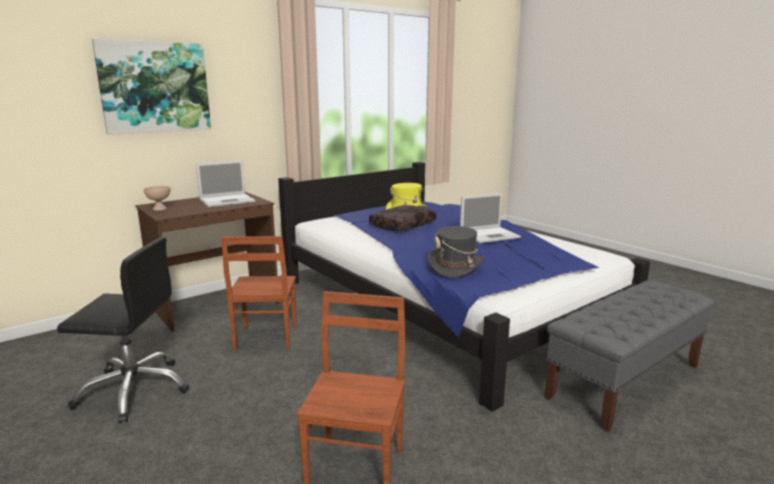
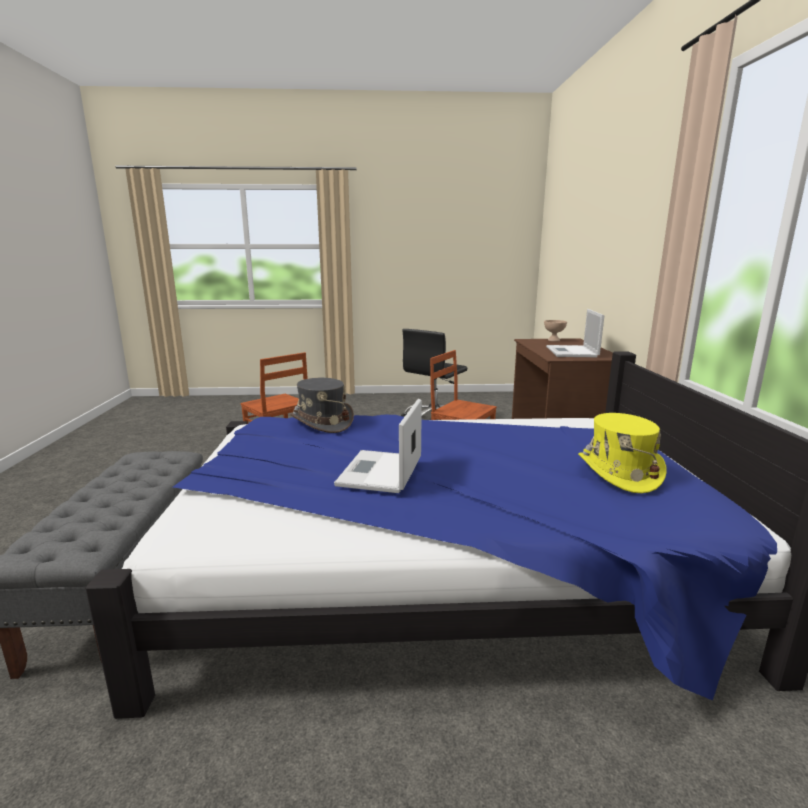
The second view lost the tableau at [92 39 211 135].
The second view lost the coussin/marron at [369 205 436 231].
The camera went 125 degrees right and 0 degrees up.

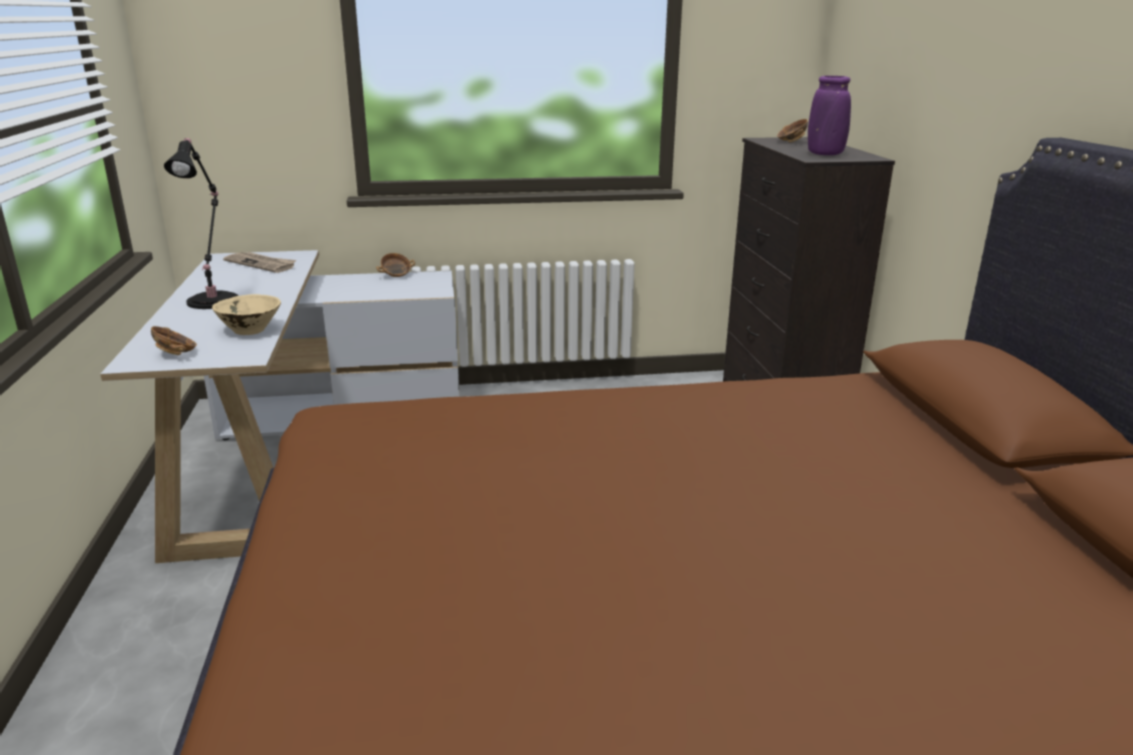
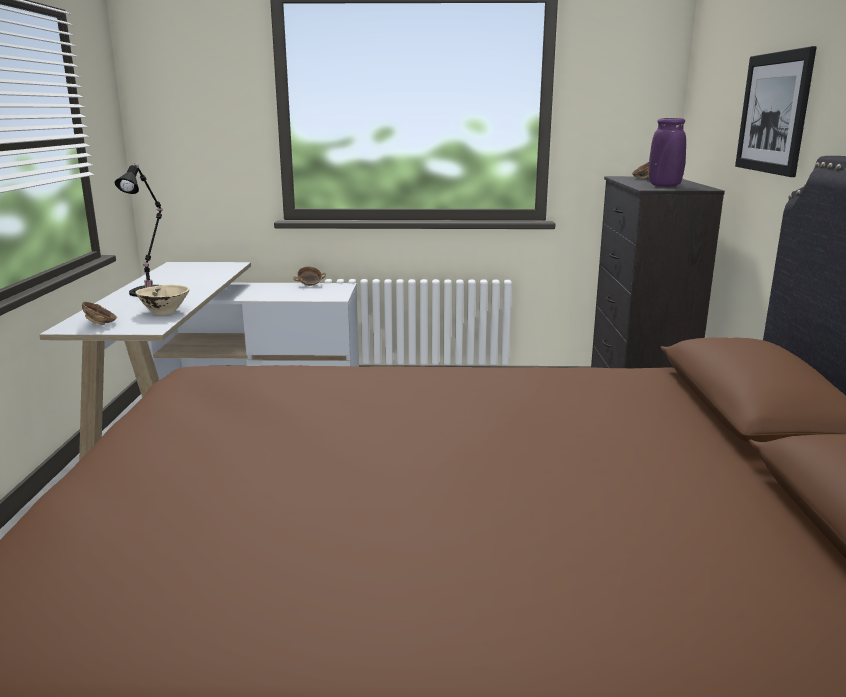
The second view gained the tableau at [735 46 817 177].
The second view lost the journal at [223 252 297 273].
The camera went 10 degrees right and 5 degrees down.

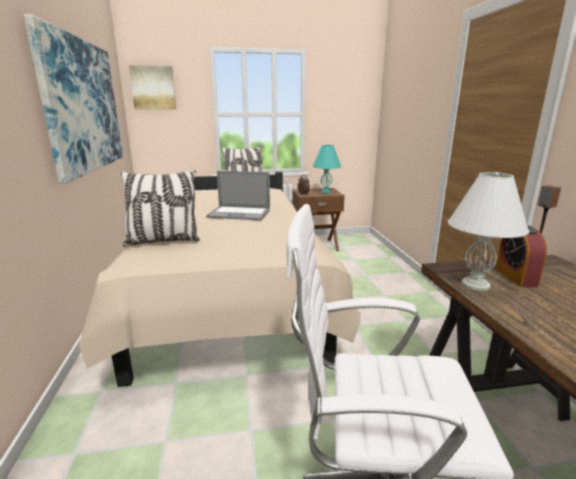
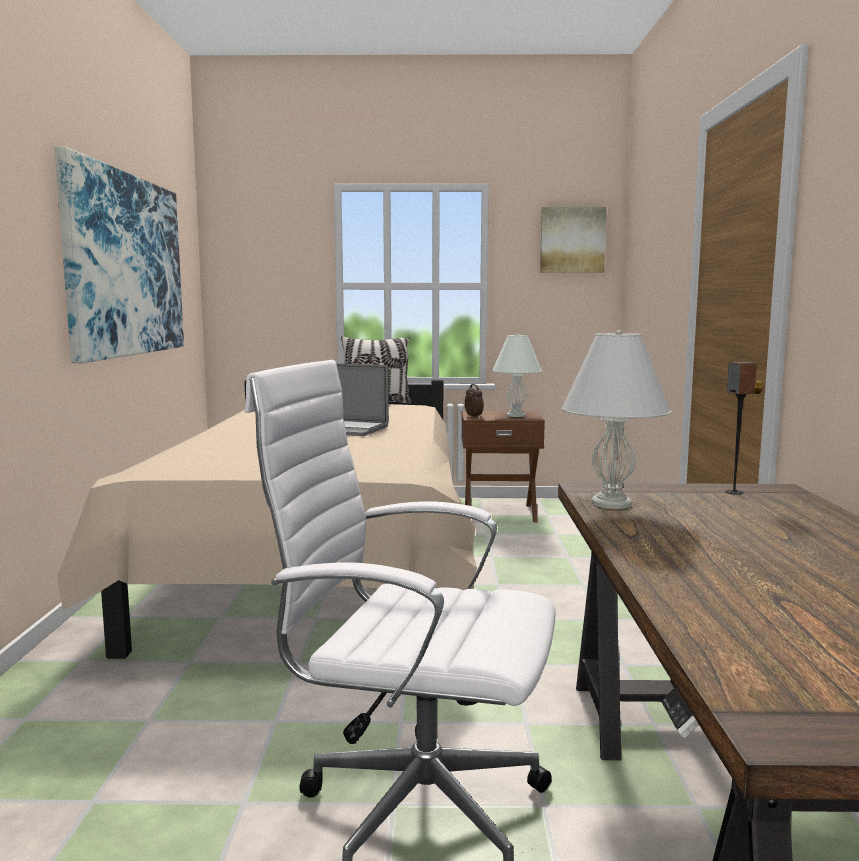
What was the lampe de table/turquoise at [313 144 341 193] turned into the lampe de table/blanc at [492 334 542 417].
The tableau ended up elsewhere, having gone from [129 65 176 110] to [540 207 607 273].
The second view lost the coussin at [121 171 200 247].
The second view lost the réveil at [496 225 547 287].
The camera went 10 degrees right and 10 degrees down.

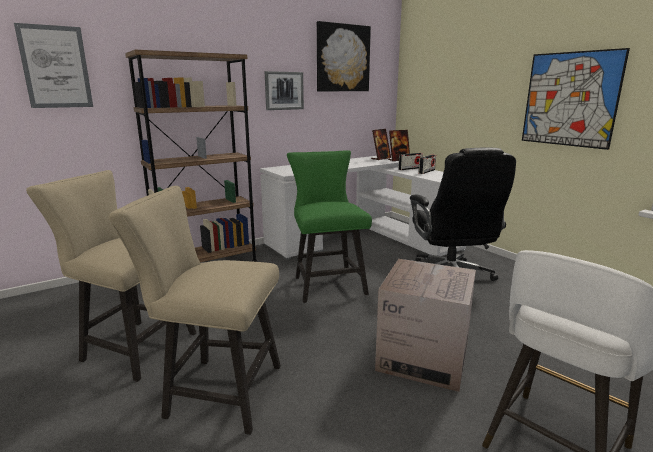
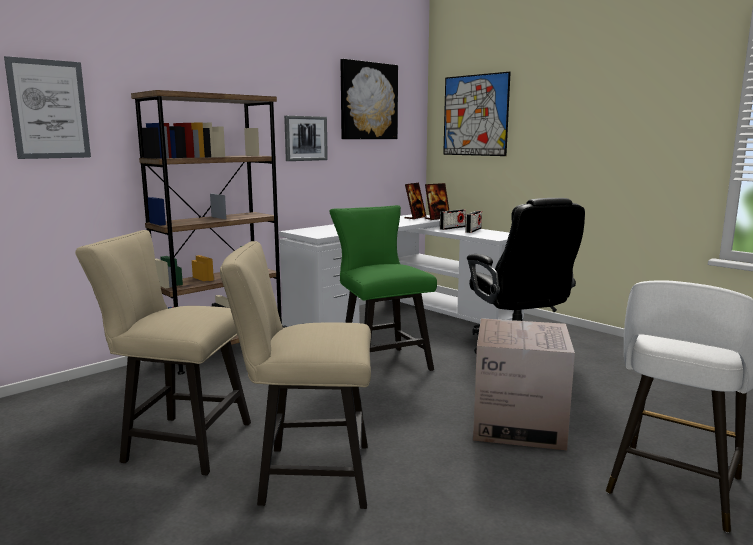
The tableau ended up elsewhere, having gone from [522 48 630 150] to [443 72 511 156].
The camera went 10 degrees left and 5 degrees down.

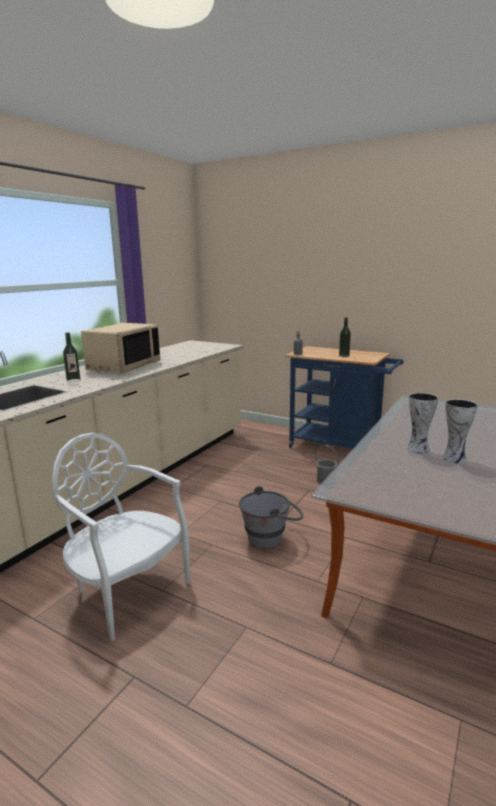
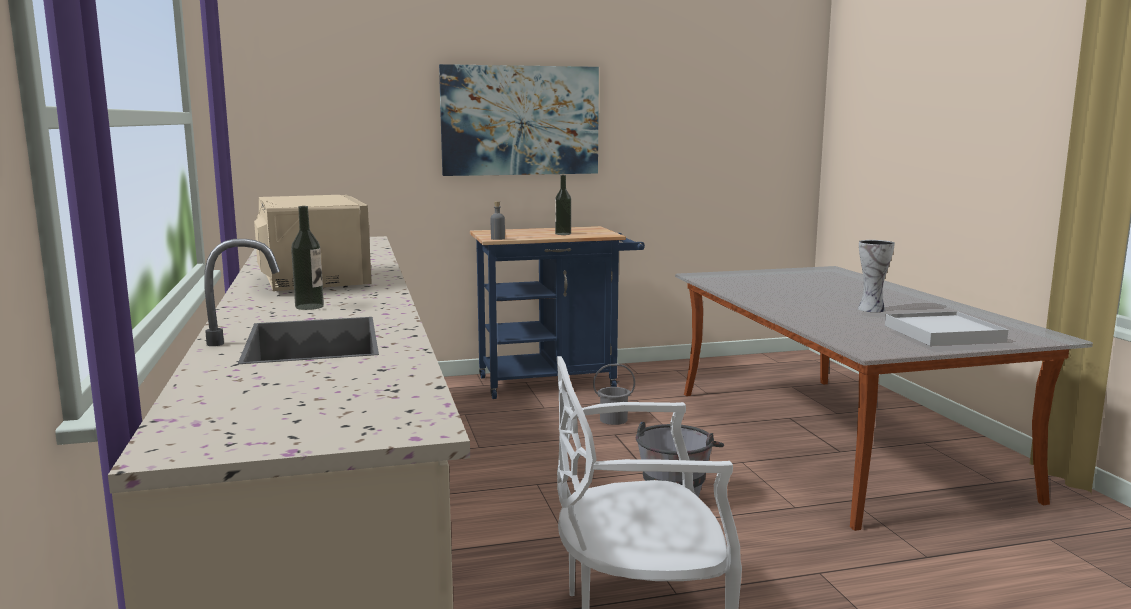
The second view gained the tableau at [439 64 599 176].
The second view gained the plateau/blanc at [885 311 1008 346].
The second view lost the vase at [407 393 439 454].
The camera went 45 degrees left and 5 degrees down.

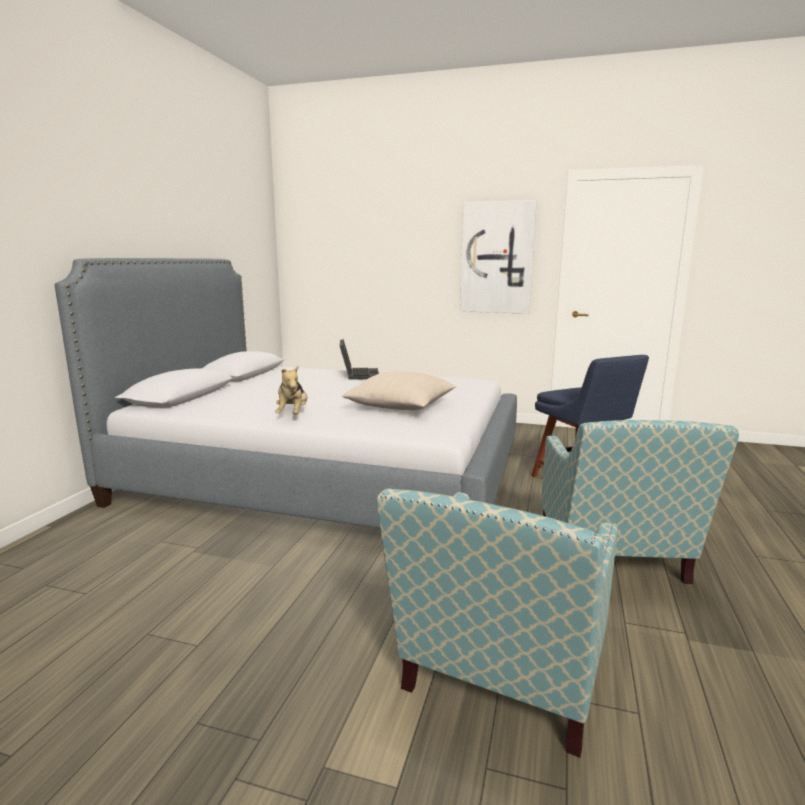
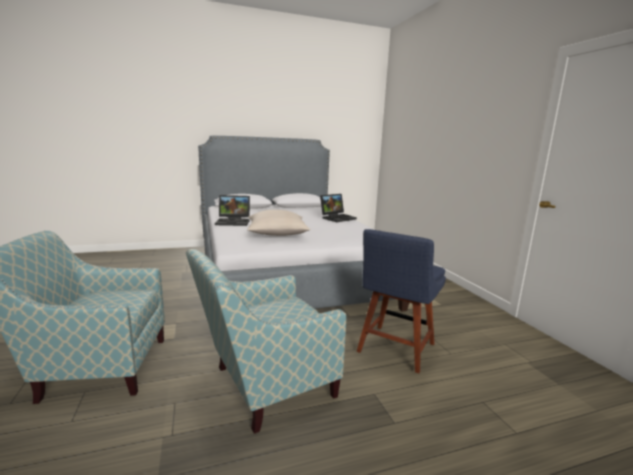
Where the peluche stood at [275 365 307 414], the ordinateur portable came to stand at [215 195 250 226].
The second view lost the tableau at [460 200 537 314].
The camera went 55 degrees right and 0 degrees up.

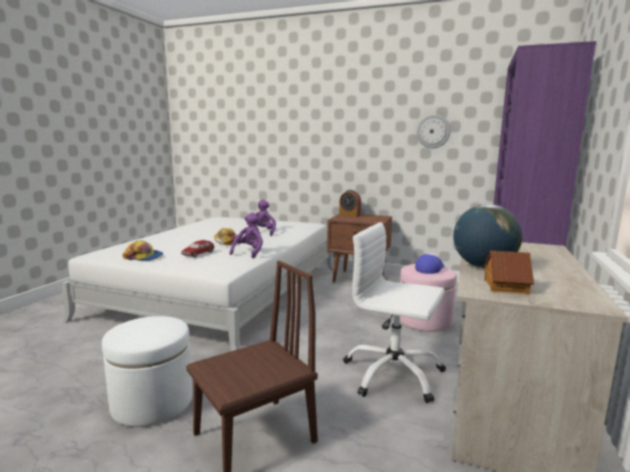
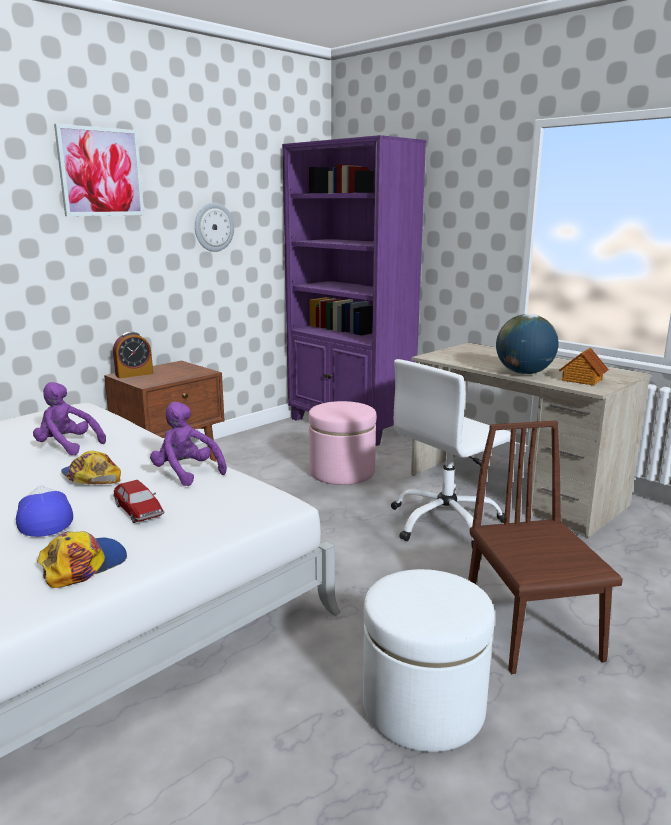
The casquette ended up elsewhere, having gone from [415 253 445 274] to [16 485 73 537].
The second view gained the tableau at [54 124 144 216].
The camera went 65 degrees left and 5 degrees up.

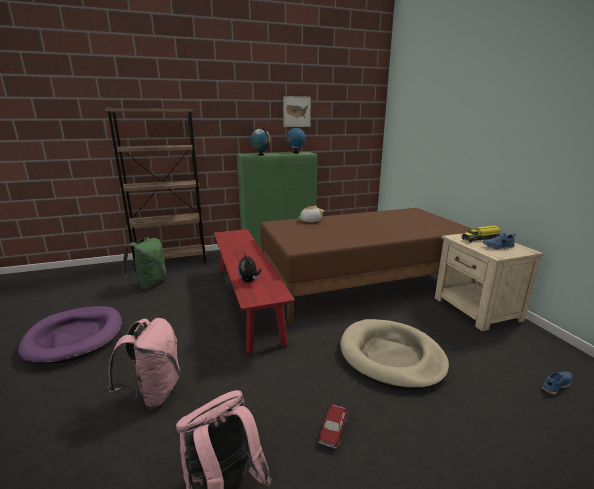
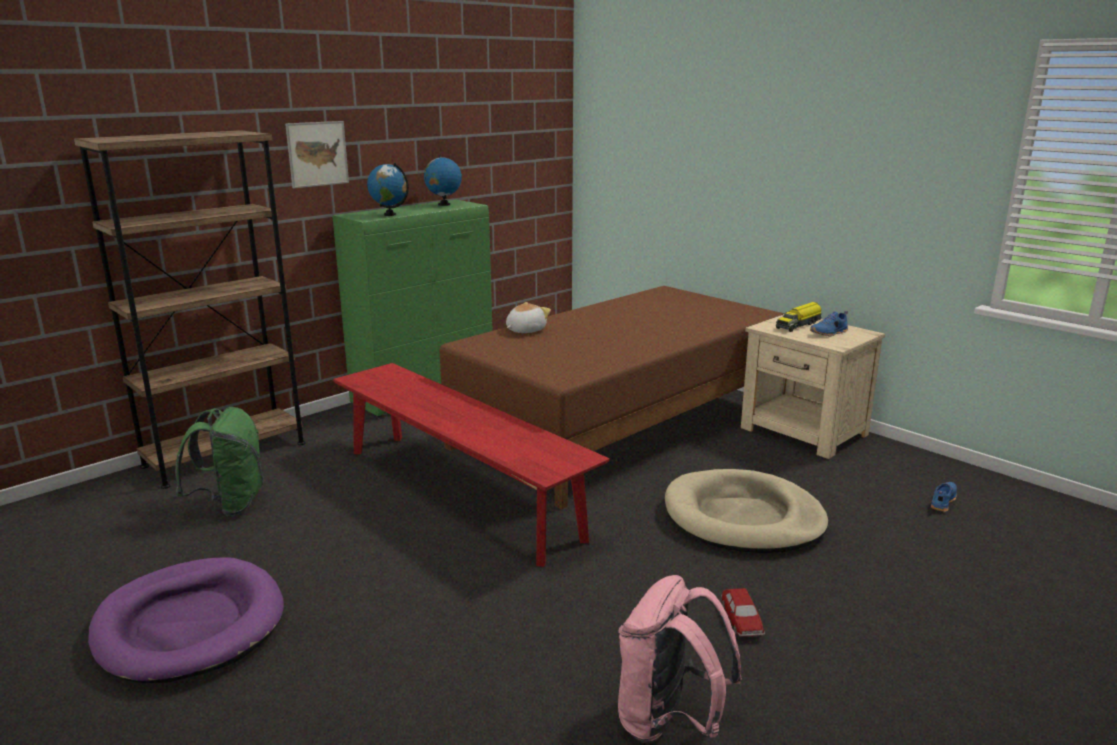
The tableau ended up elsewhere, having gone from [283 96 311 127] to [285 121 349 188].
The second view lost the sac à dos/rose at [108 318 181 409].
The second view lost the peluche at [238 252 261 283].
The camera went 25 degrees left and 0 degrees up.

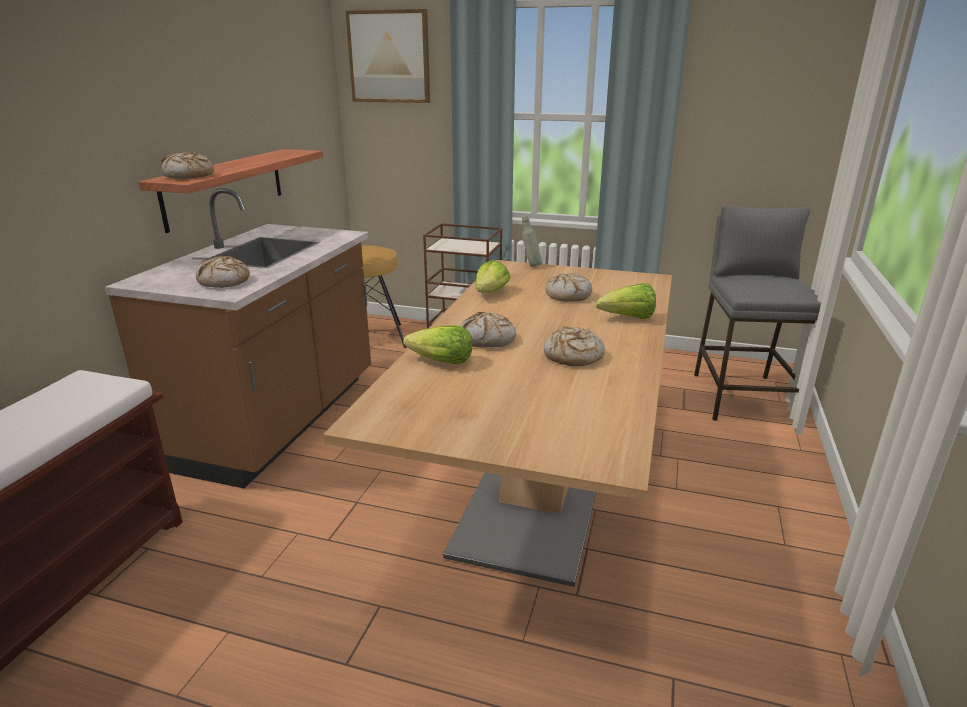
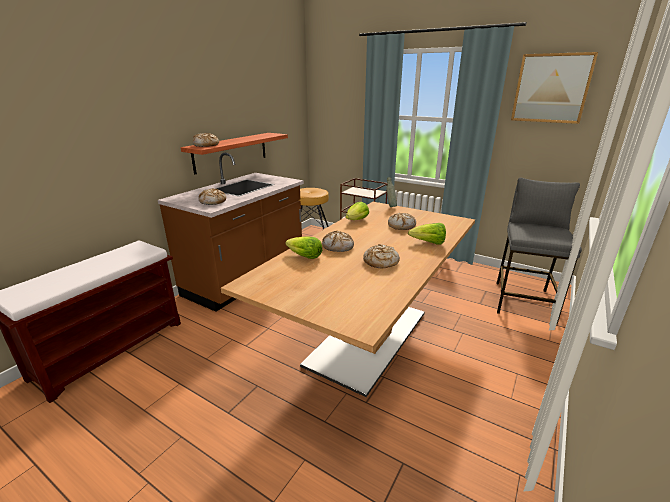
The tableau ended up elsewhere, having gone from [345 9 430 103] to [511 52 598 124].
The camera went 15 degrees right and 0 degrees up.

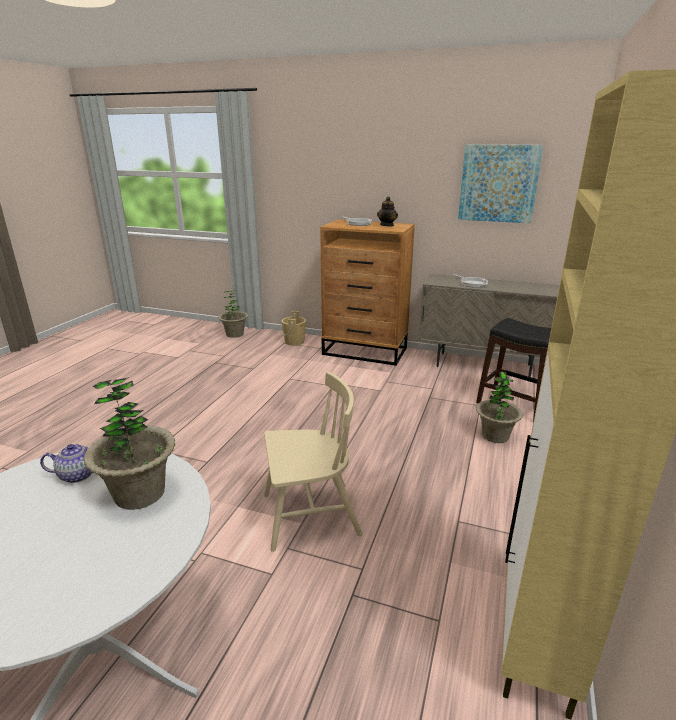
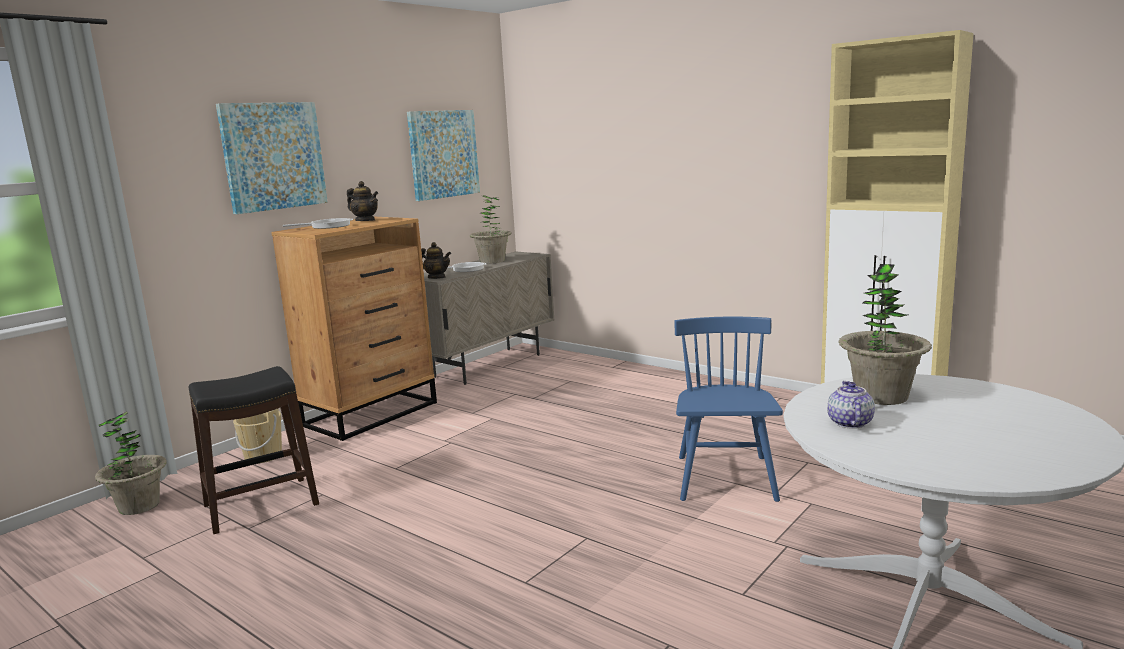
The tabouret/noir ended up elsewhere, having gone from [476 318 551 422] to [189 366 319 534].
The second view gained the tableau at [216 102 328 214].
The second view gained the théière at [421 242 451 279].
The plante en pot ended up elsewhere, having gone from [476 372 523 443] to [469 195 512 264].
What was the chaise/beige at [264 372 363 552] turned into the chaise/bleu at [675 317 783 502].
The camera went 70 degrees left and 10 degrees down.

